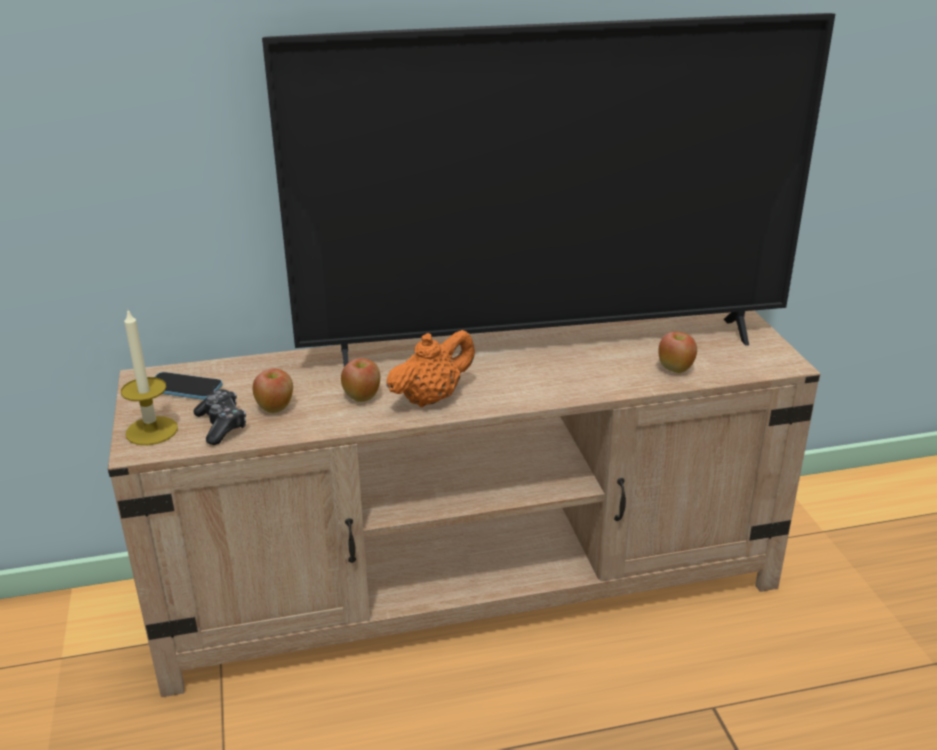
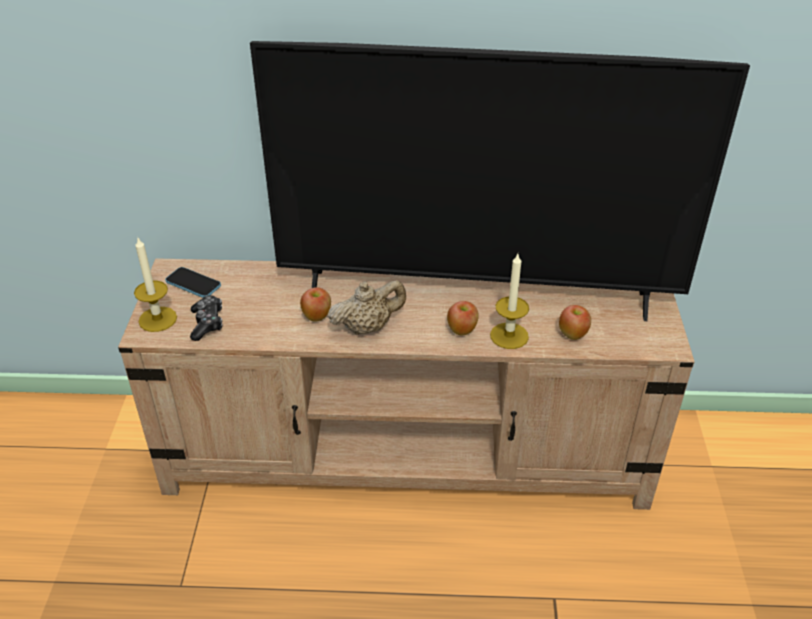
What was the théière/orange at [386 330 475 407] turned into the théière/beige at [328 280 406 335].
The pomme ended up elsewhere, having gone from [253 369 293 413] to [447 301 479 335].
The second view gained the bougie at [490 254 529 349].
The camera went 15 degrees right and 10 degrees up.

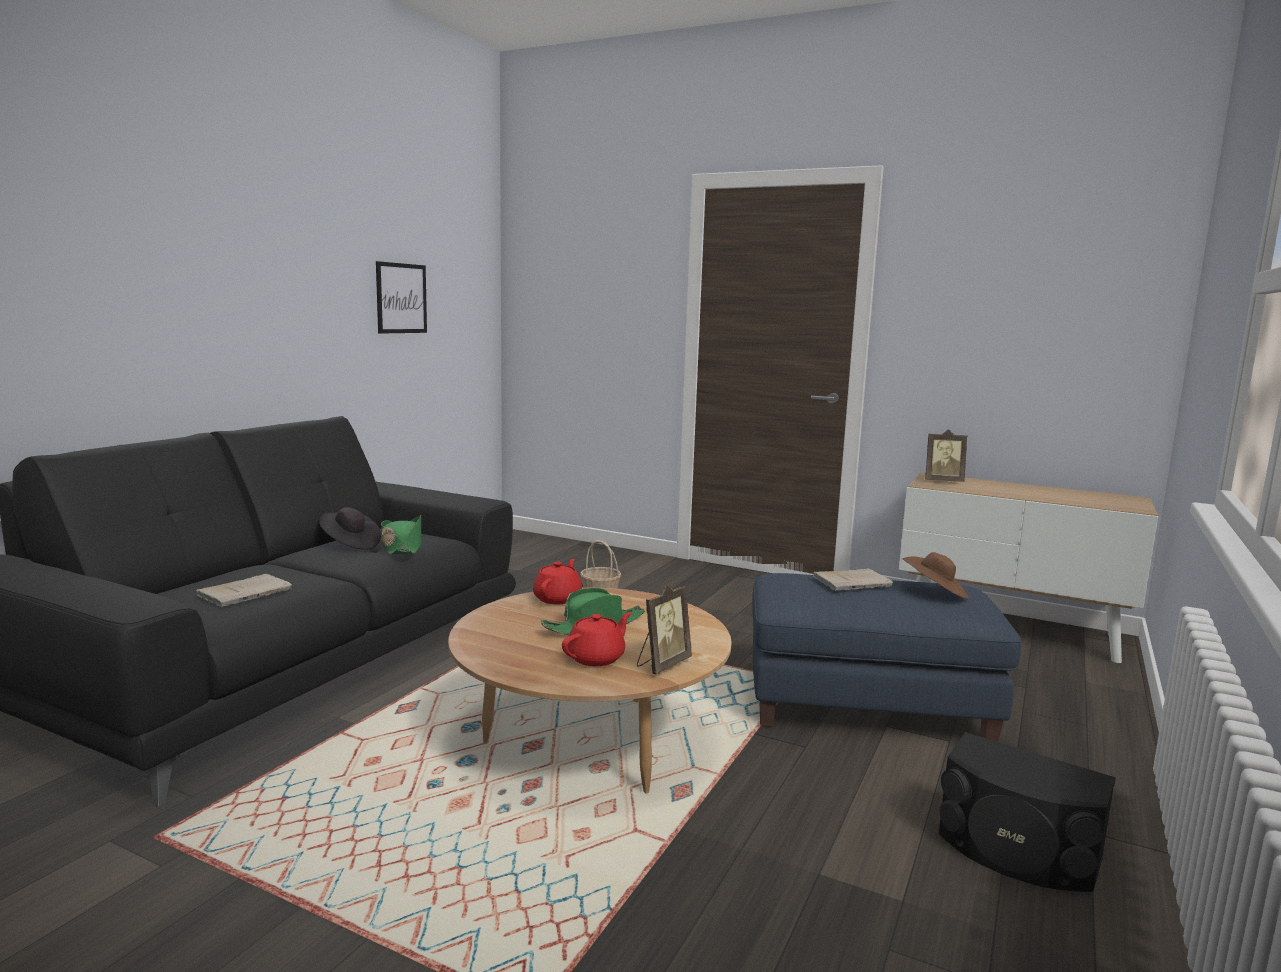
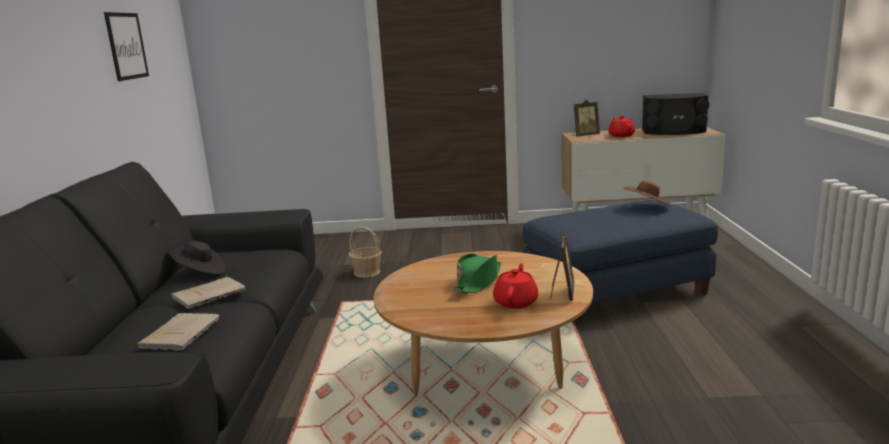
The livre/beige ended up elsewhere, having gone from [813 569 893 591] to [171 277 245 309].
The théière/rouge ended up elsewhere, having gone from [533 559 582 604] to [608 115 635 137].
The enceinte/noir ended up elsewhere, having gone from [939 732 1116 892] to [642 93 710 135].
The second view lost the chapeau/vert at [381 515 421 554].
The camera went 25 degrees left and 5 degrees up.

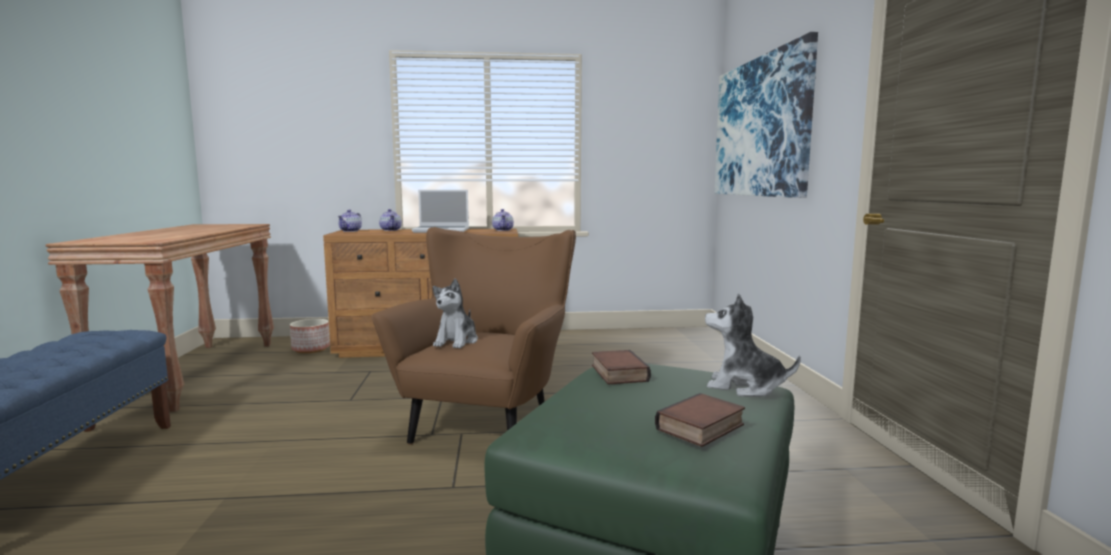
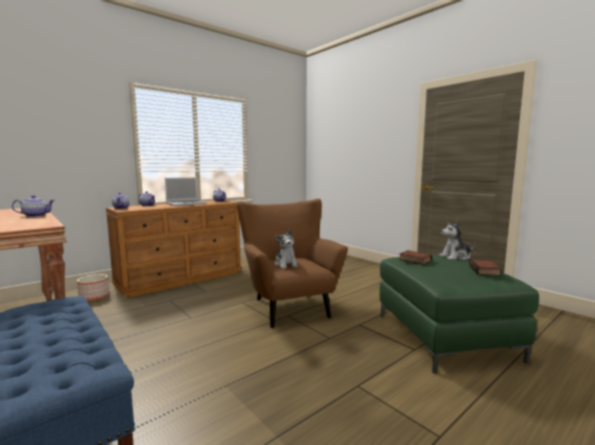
The second view gained the théière at [12 195 55 217].
The second view lost the tableau at [714 32 818 198].
The camera went 35 degrees left and 0 degrees up.

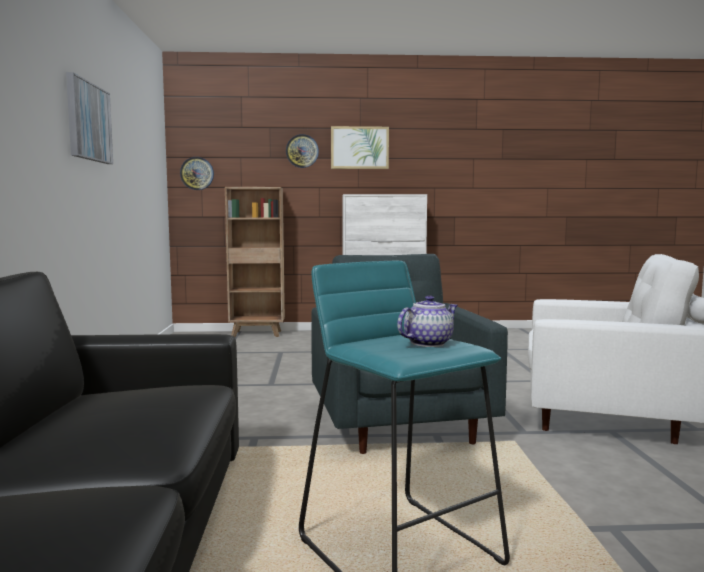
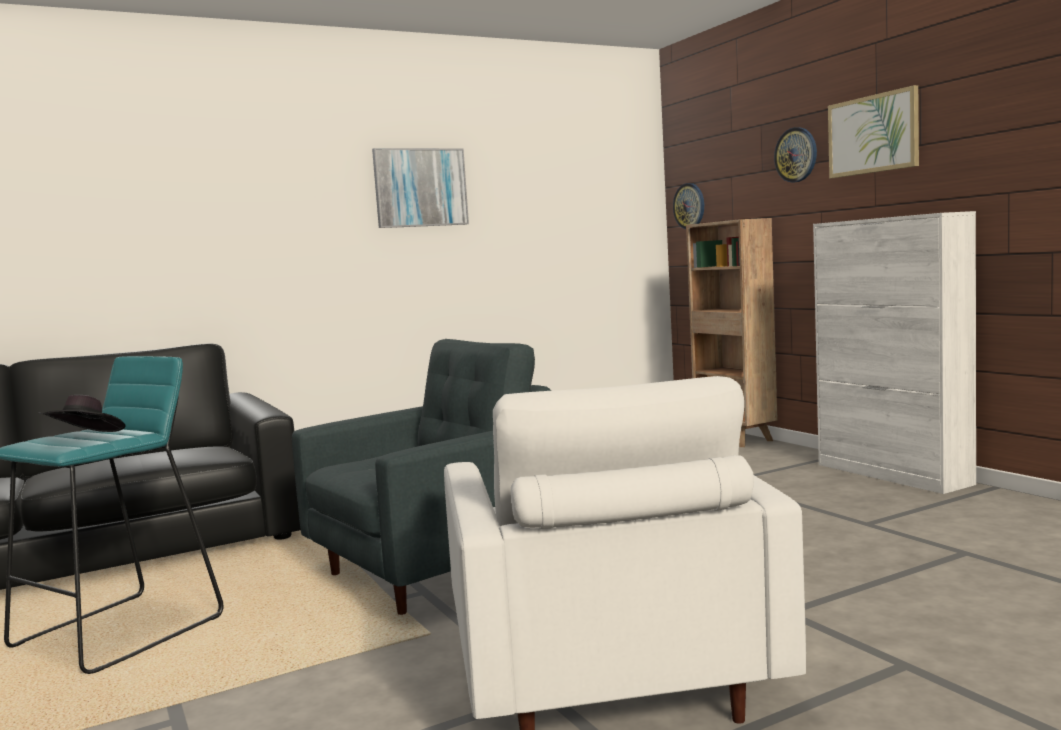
Where the théière stood at [397 295 458 347], the chapeau/noir came to stand at [38 395 126 432].
The camera went 65 degrees right and 0 degrees up.

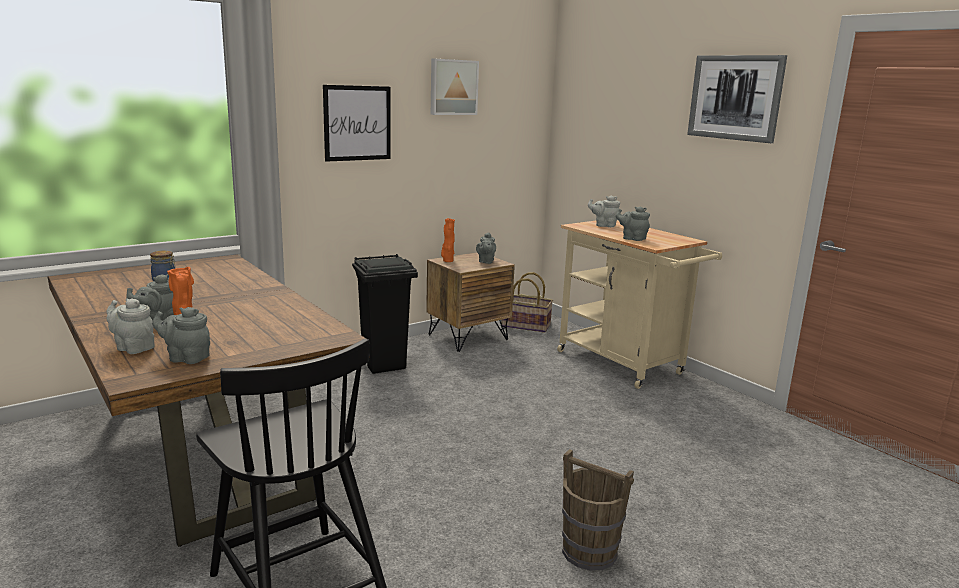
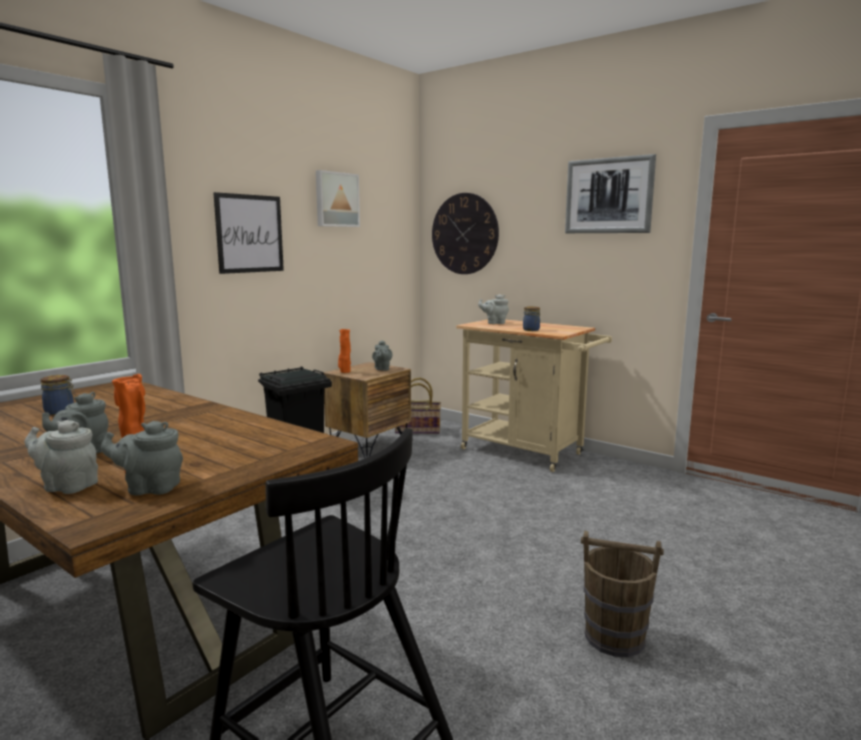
The second view gained the horloge murale at [432 193 499 274].
Where the théière/gris stood at [616 206 650 241], the bocal came to stand at [523 306 540 331].
The camera went 15 degrees left and 5 degrees down.

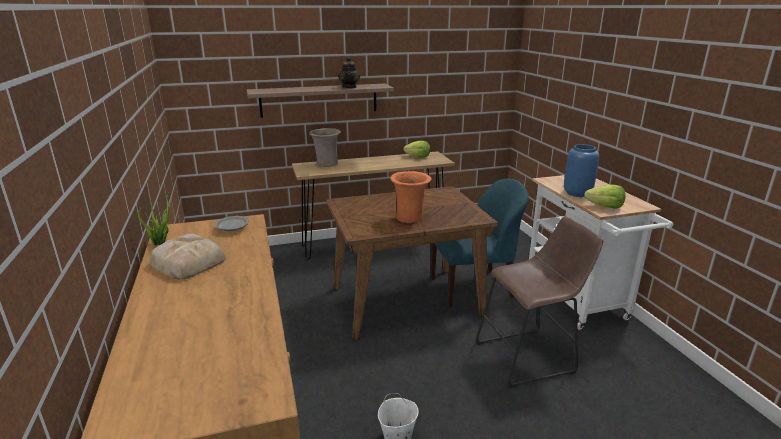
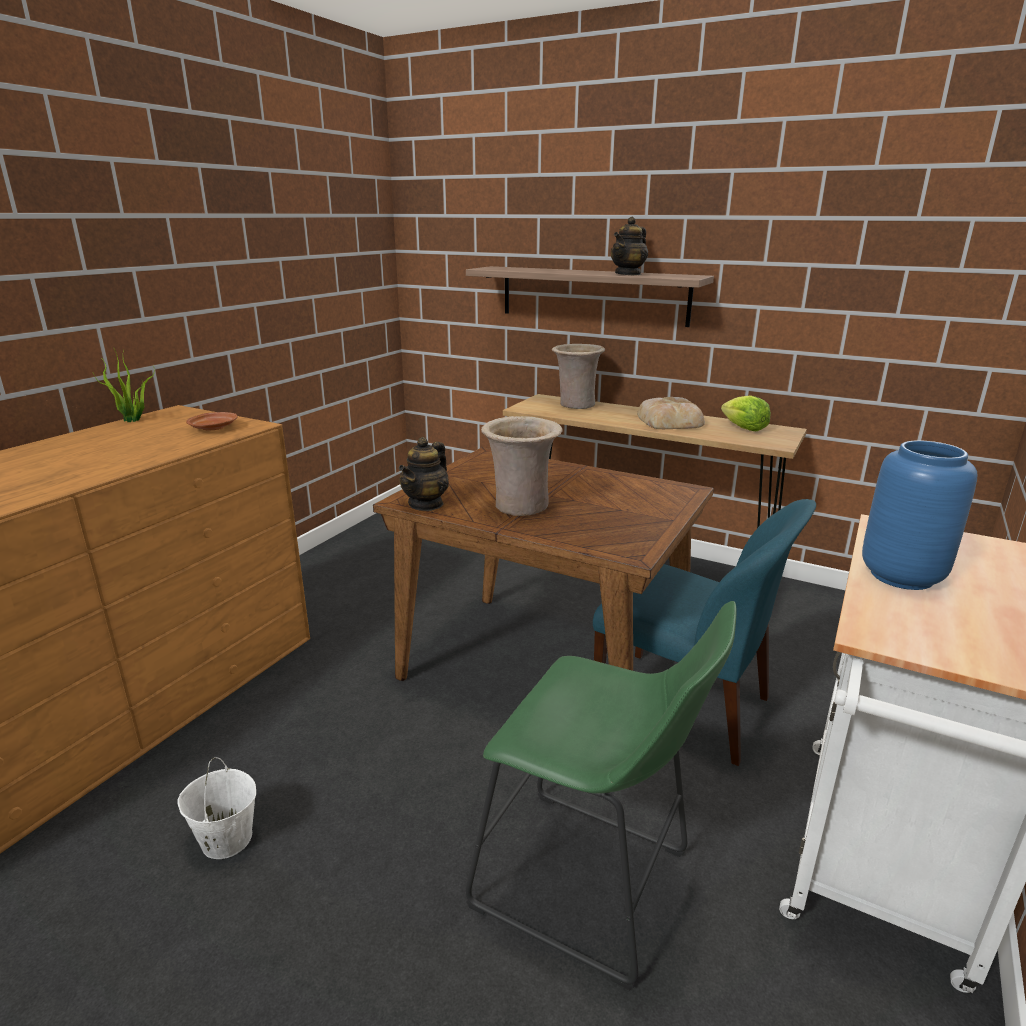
What was the assiette/gris at [215 216 249 231] turned into the assiette/marron at [186 412 238 430].
The second view gained the théière at [399 437 449 511].
What was the tabouret/marron at [476 216 603 388] turned into the tabouret/vert at [466 601 736 990].
What was the vase/orange at [390 171 432 223] turned into the vase/beige at [481 416 563 516].
The pain ended up elsewhere, having gone from [149 234 226 280] to [637 397 705 429].
The second view lost the laitue at [584 184 626 209].
The camera went 45 degrees right and 0 degrees up.

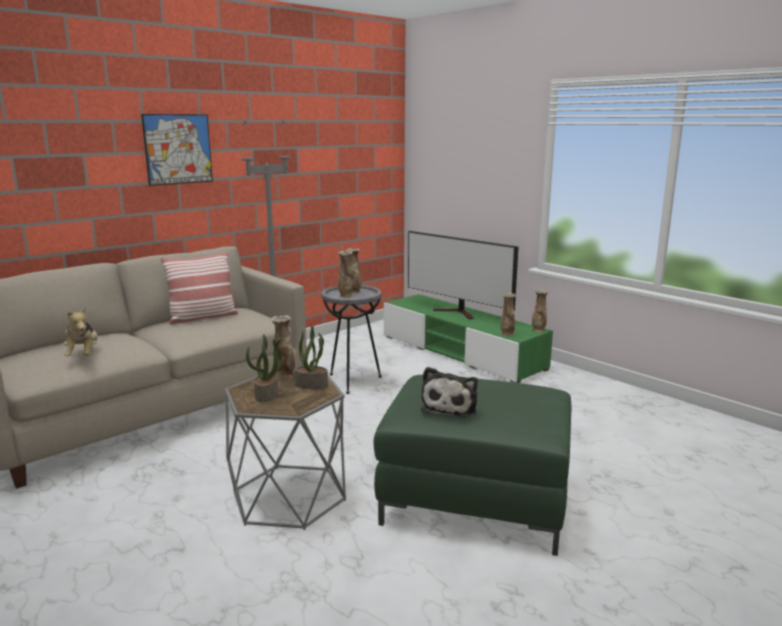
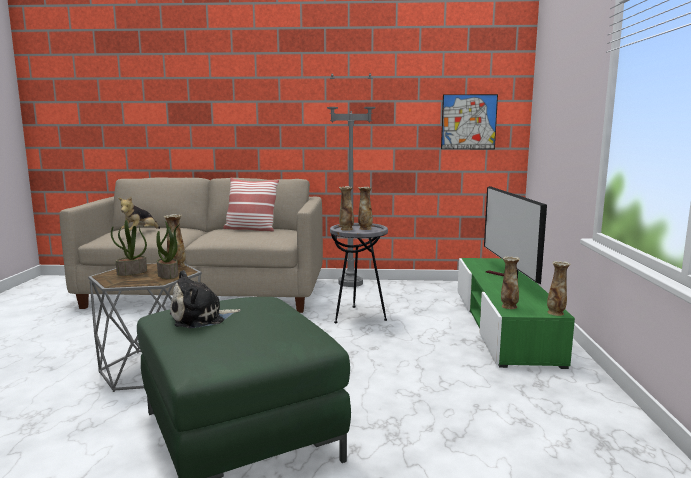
The tableau ended up elsewhere, having gone from [141 114 213 186] to [441 94 498 149].
The camera went 45 degrees right and 5 degrees down.

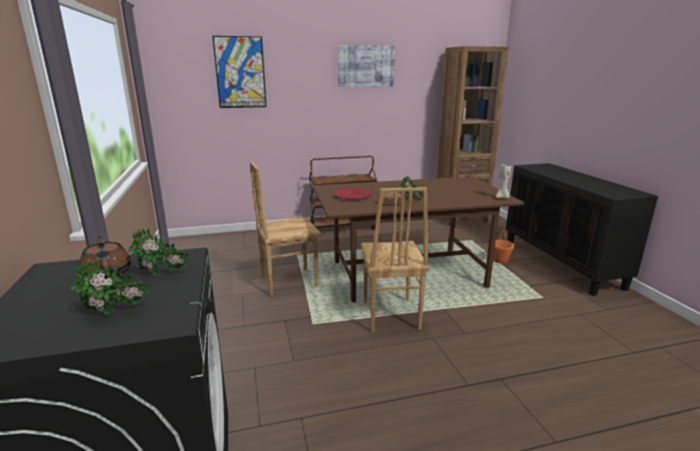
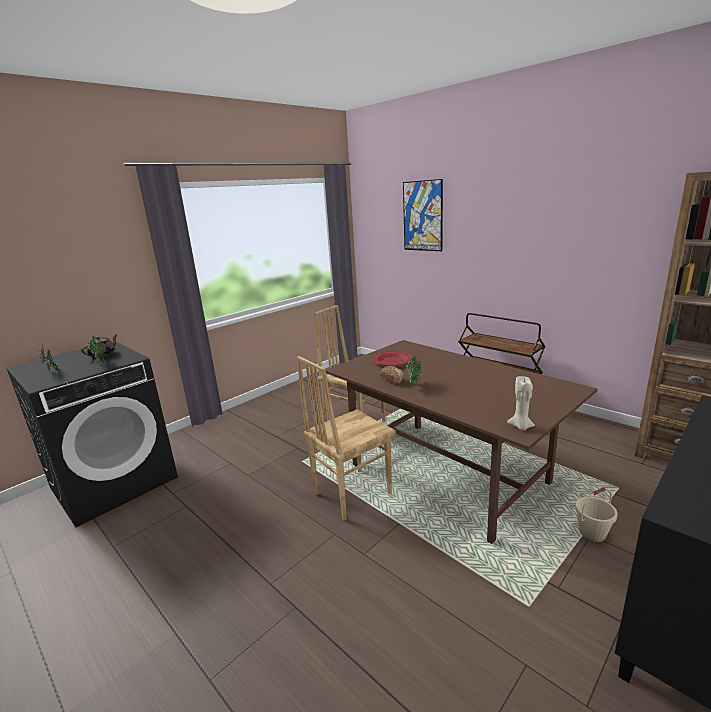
What was the seau/orange at [493 230 515 264] turned into the seau/beige at [575 488 617 542].
The second view lost the tableau at [338 45 395 87].
The camera went 60 degrees right and 0 degrees up.

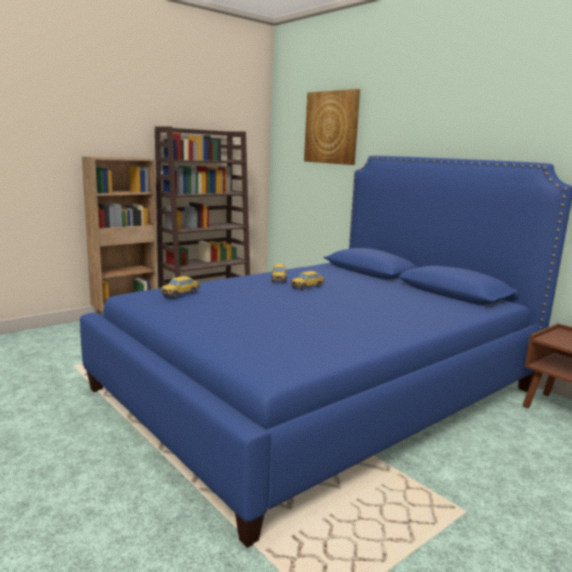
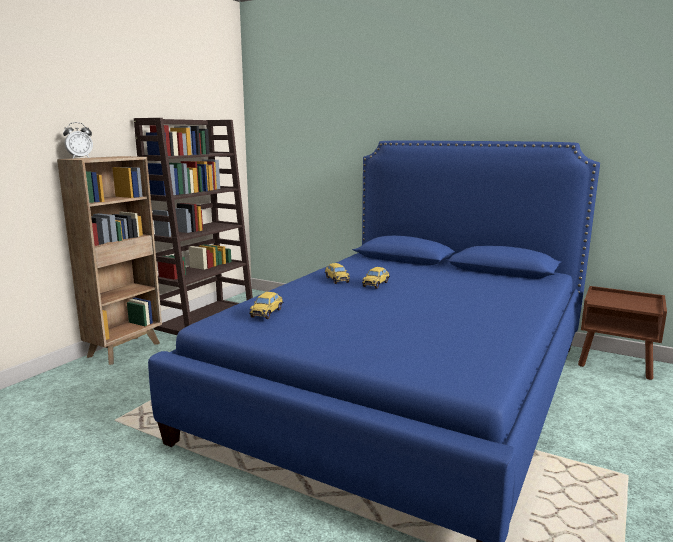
The second view gained the réveil at [63 122 93 159].
The second view lost the tableau at [304 89 360 165].
The camera went 20 degrees left and 0 degrees up.

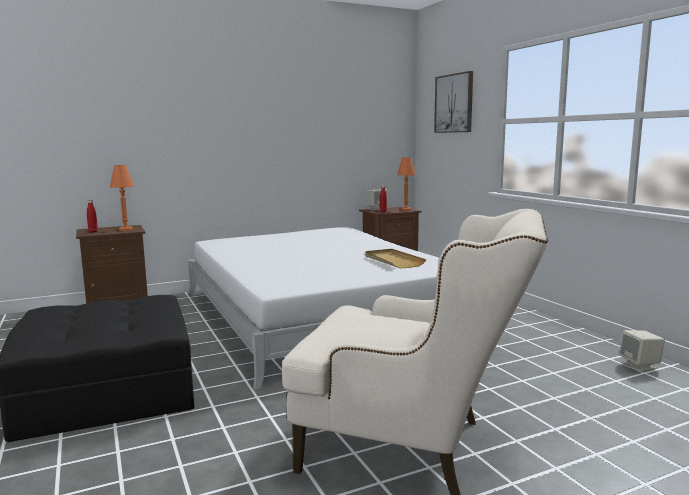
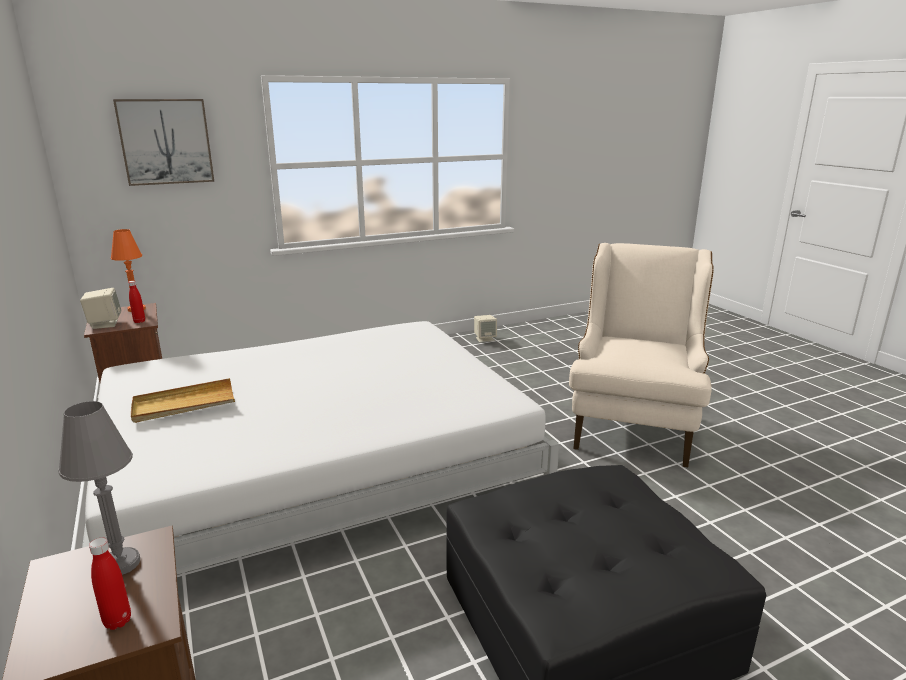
What was the lampe de table/orange at [110 165 134 231] turned into the lampe de table/gris at [58 401 140 575].
The plateau/beige ended up elsewhere, having gone from [365 249 426 268] to [131 378 235 423].
The camera went 90 degrees left and 10 degrees up.

